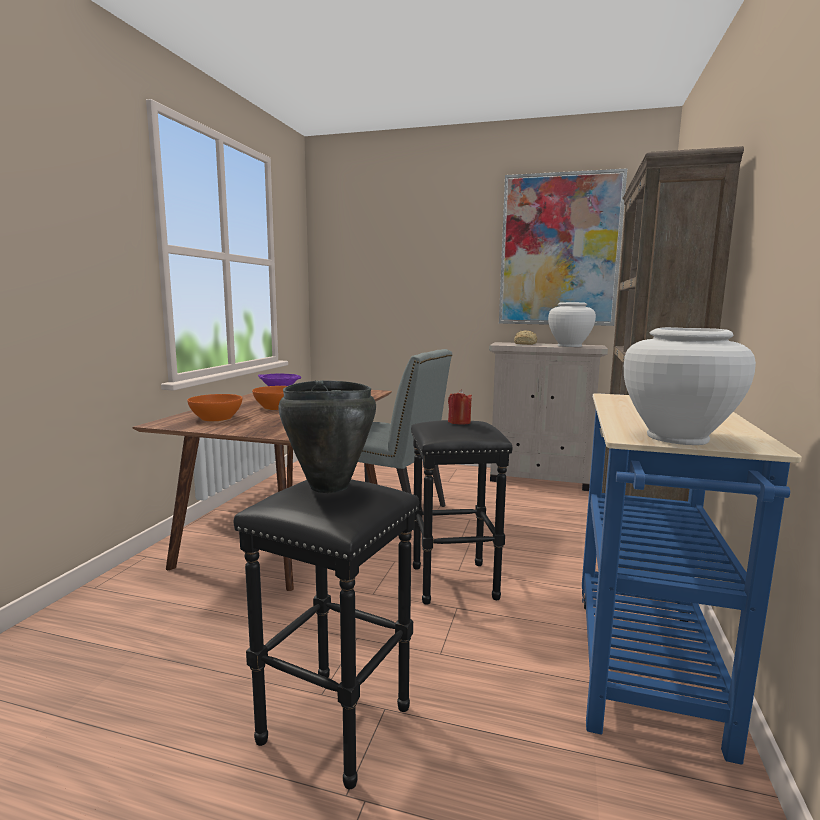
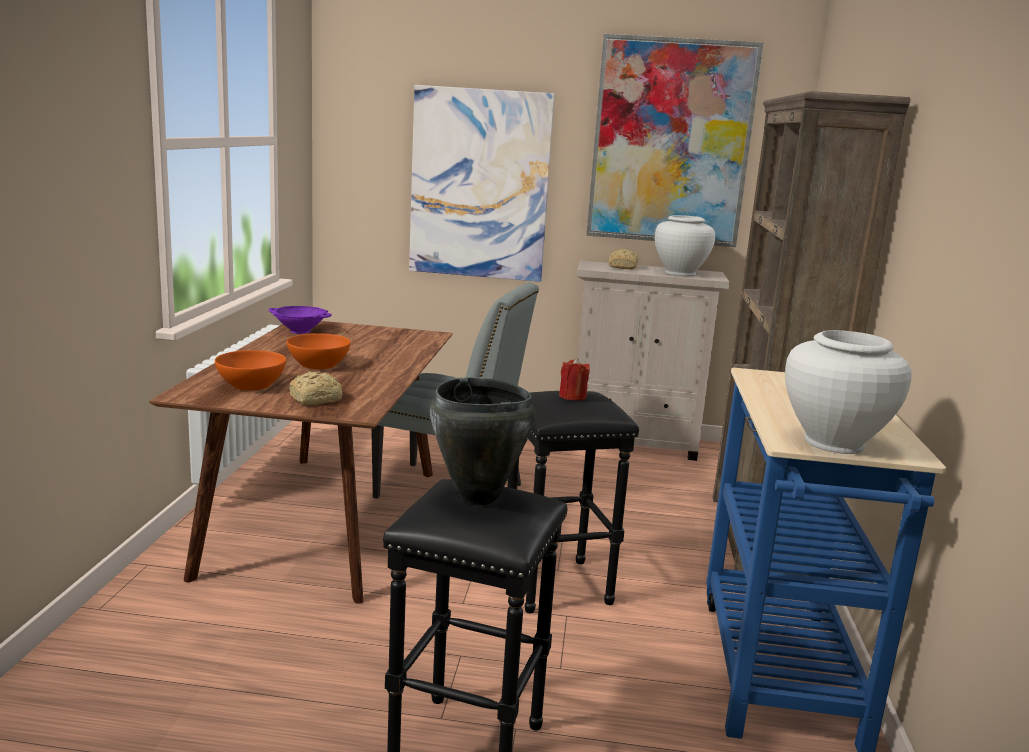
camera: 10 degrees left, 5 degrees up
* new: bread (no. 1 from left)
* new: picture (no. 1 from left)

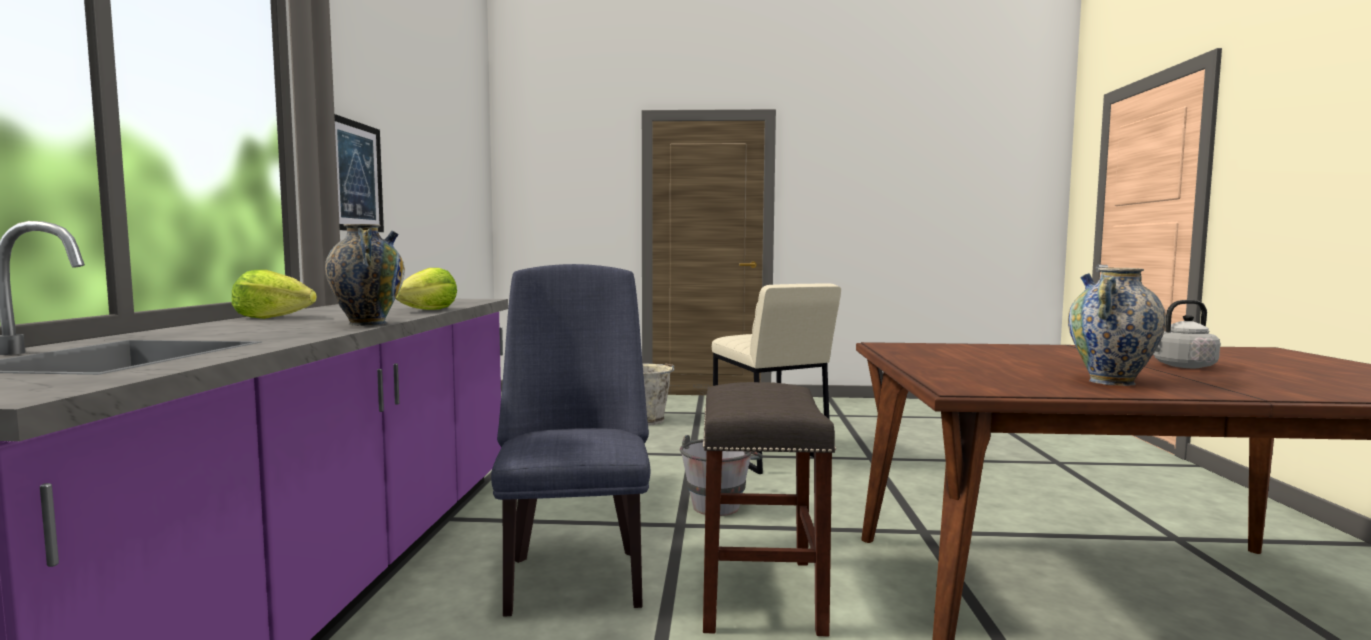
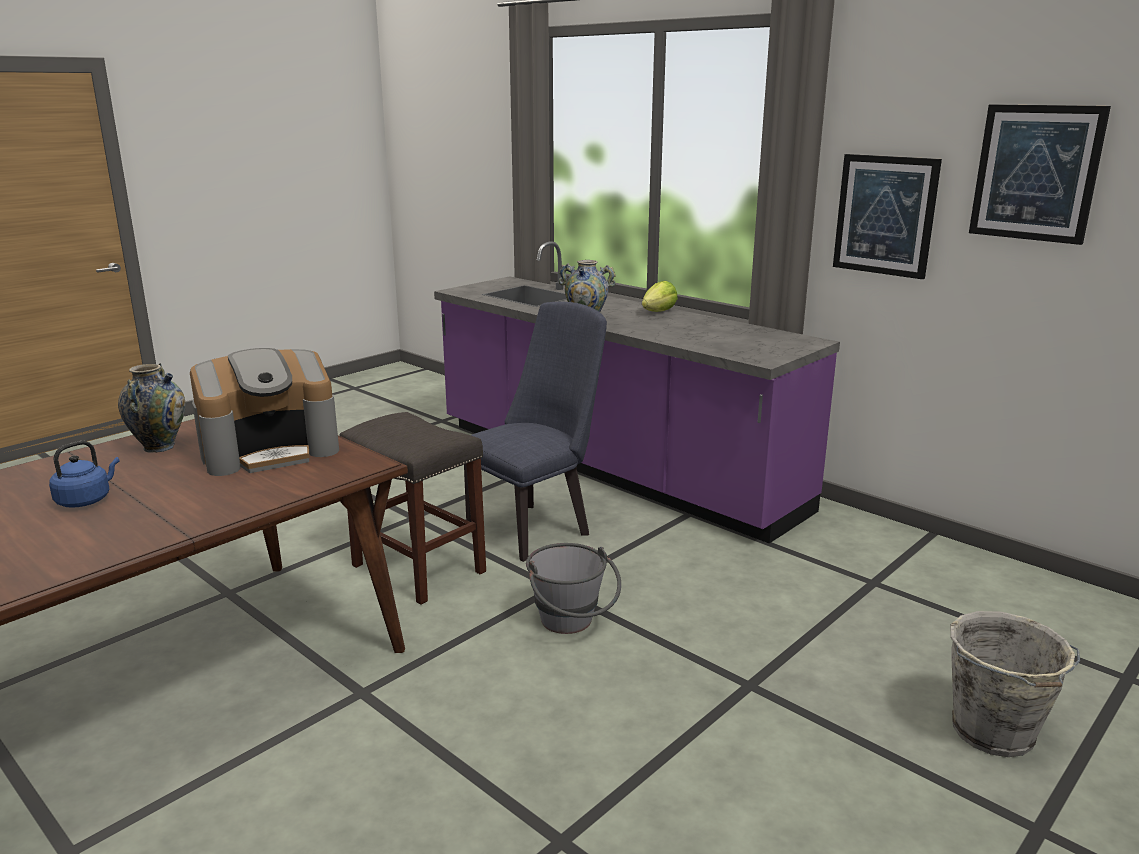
camera: 130 degrees right, 15 degrees up
* gone: lettuce head (no. 2 from left)
* gone: plain chair (beige-coloured)
* new: coffee brewer
* new: picture (no. 2 from left)
* repainted: kettle (grey) to kettle (bluish)
* rotated: plain chair (bluish) 75 degrees counterclockwise

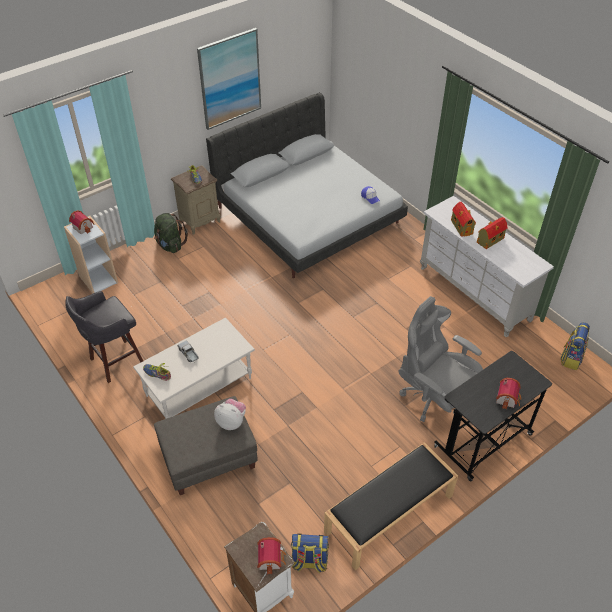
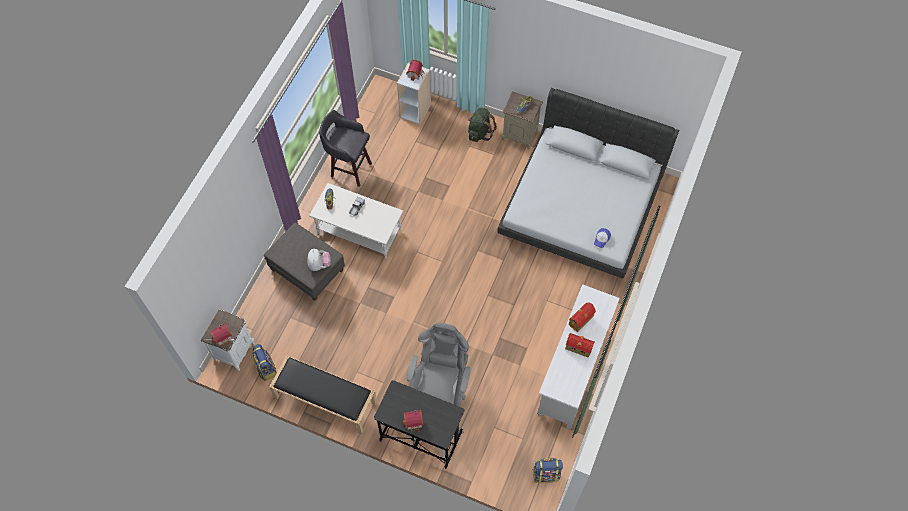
camera: 60 degrees right, 15 degrees up
* gone: picture

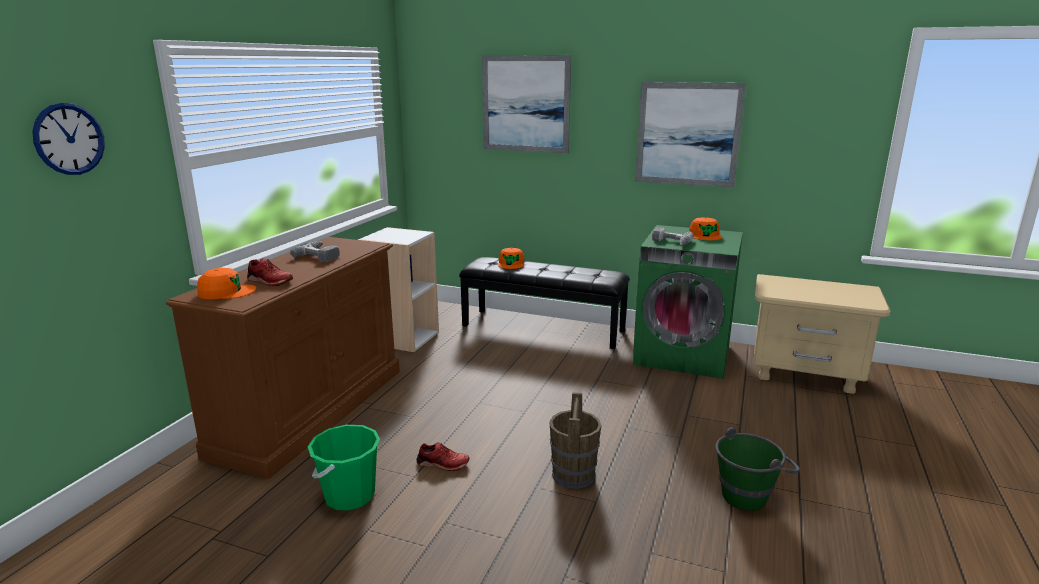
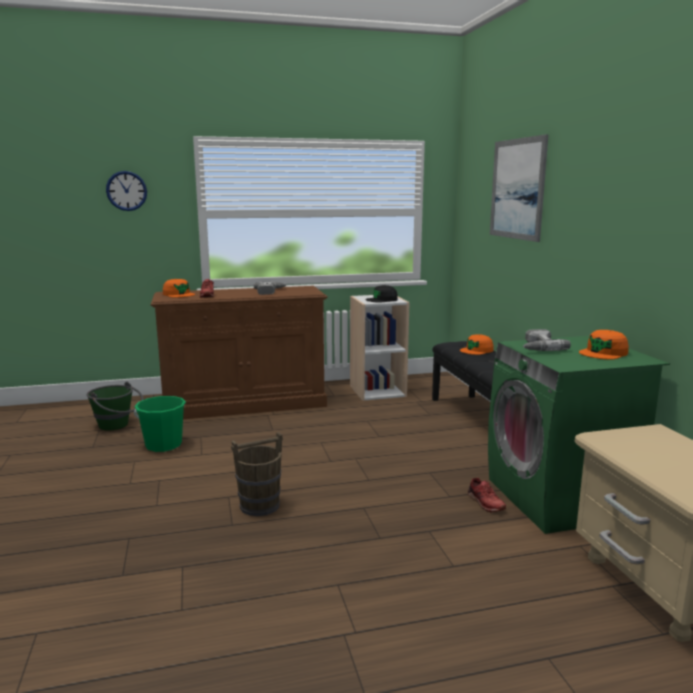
camera: 55 degrees right, 5 degrees down
* gone: picture (no. 2 from left)
* new: cap (blackish)
* shifted: item of footwear (reddish) (no. 2 from left)
* shifted: bucket (green-coloured) (no. 2 from left in the first image) to bucket (green-coloured) (no. 1 from left)

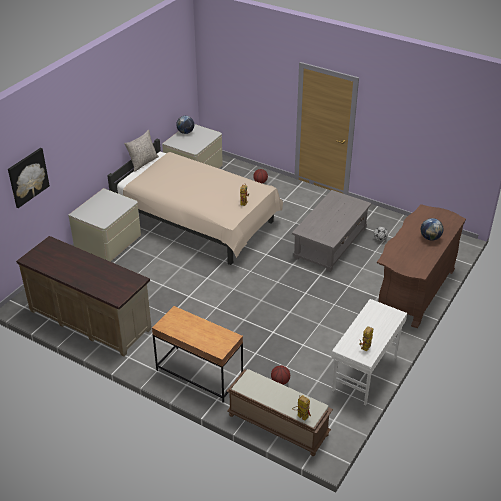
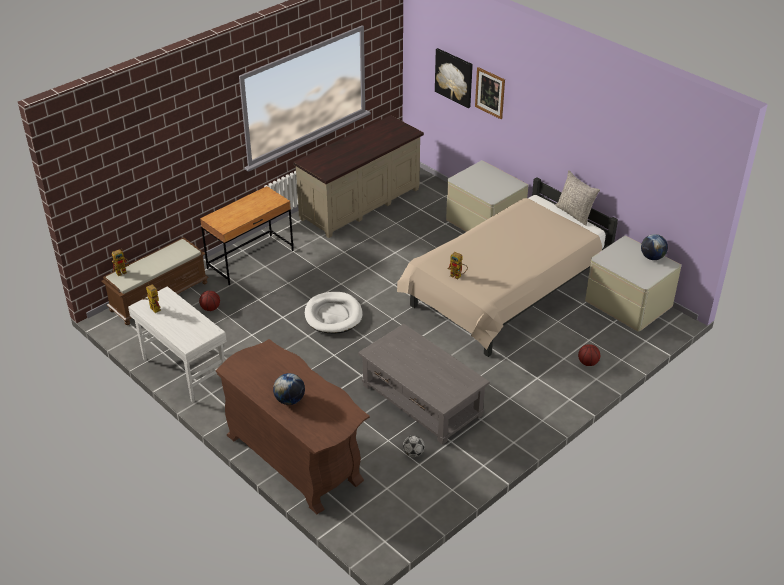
camera: 105 degrees right, 0 degrees up
* new: dog bed (whitish)
* new: picture (no. 2 from left)

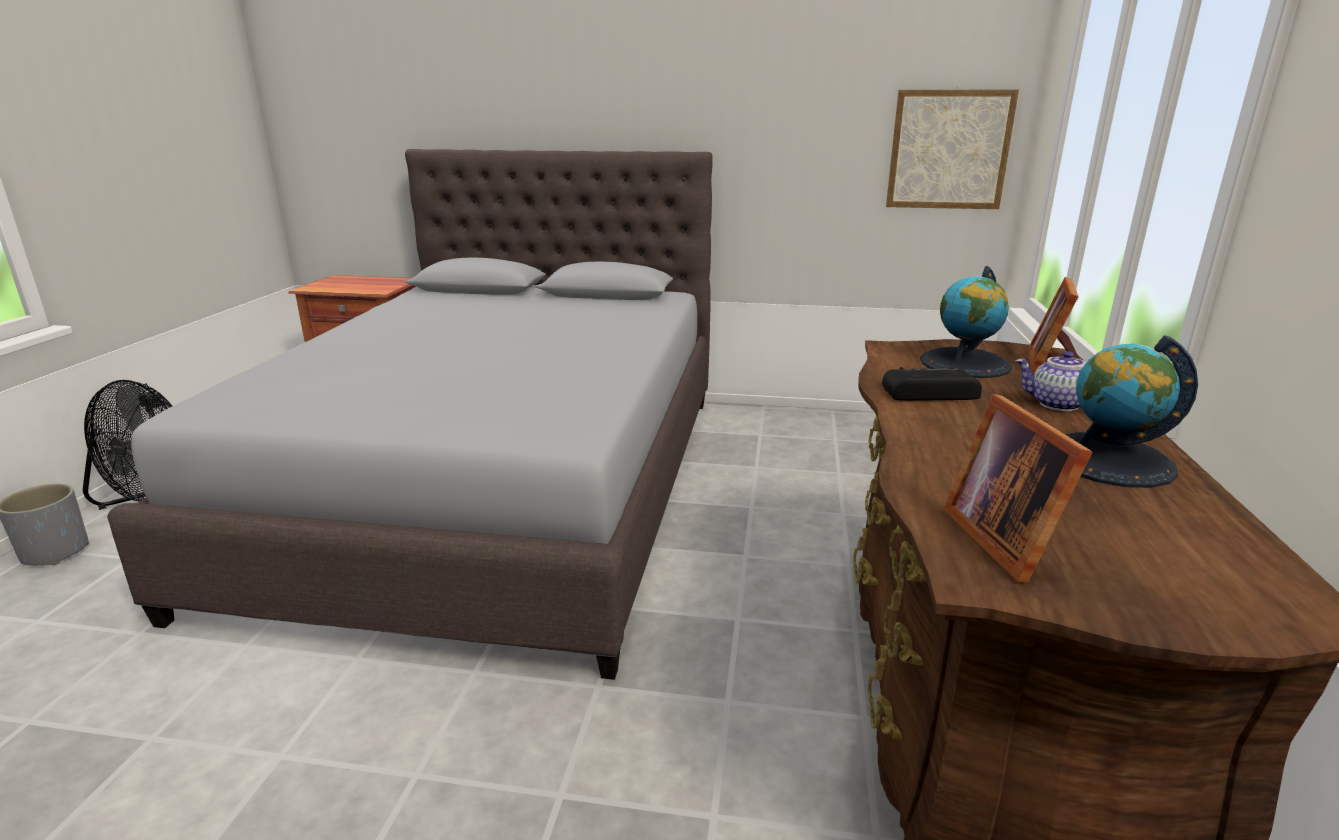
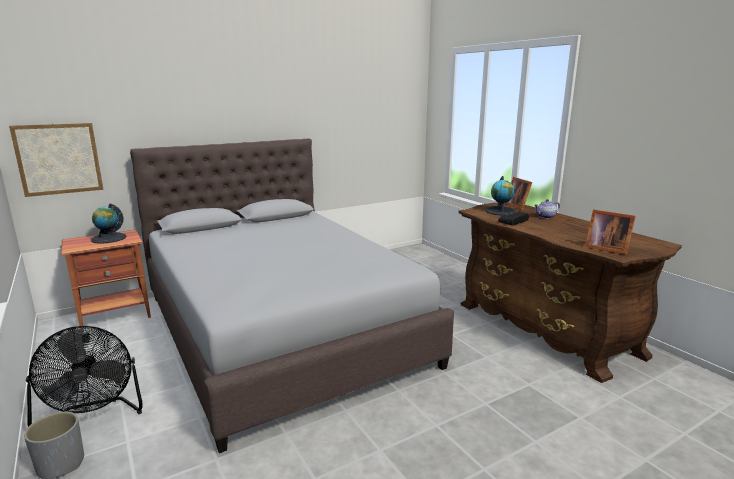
camera: 40 degrees left, 5 degrees down
* shifted: picture
* shifted: world globe (no. 2 from left in the first image) to world globe (no. 1 from left)

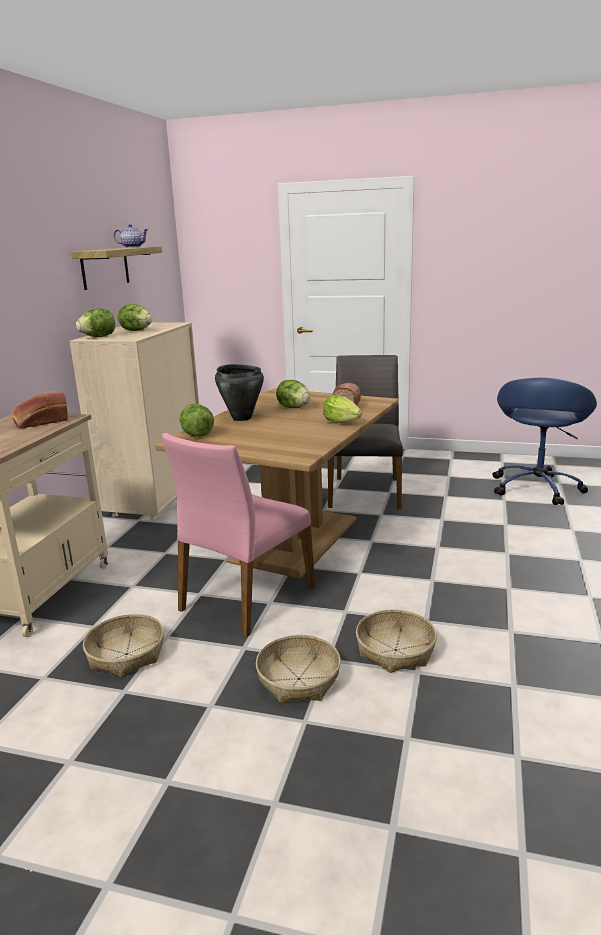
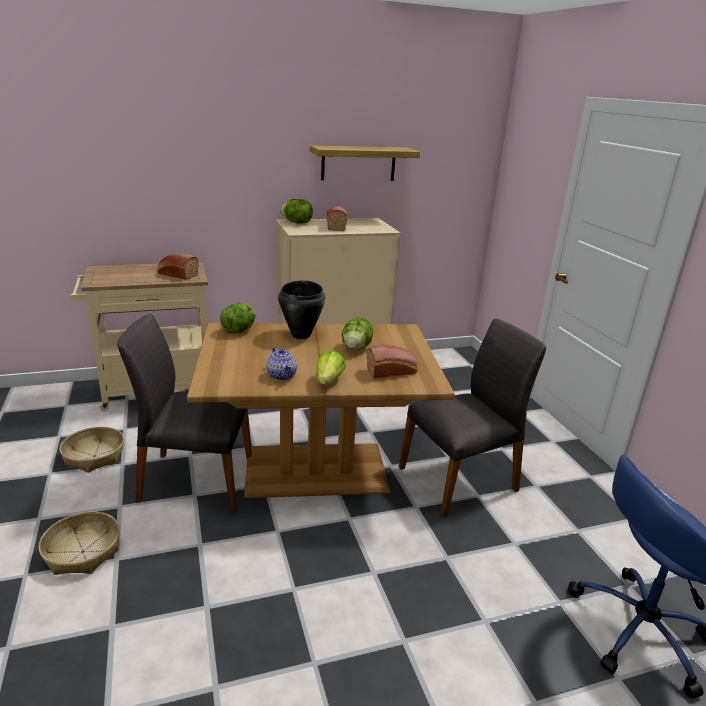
camera: 55 degrees right, 5 degrees up
* gone: basket (no. 3 from left)
* shifted: pot for tea
* swapped: lettuce head (no. 2 from left) to bread (no. 2 from left)
* repainted: plain chair (pink-coloured) to plain chair (grey) (no. 1 from left)

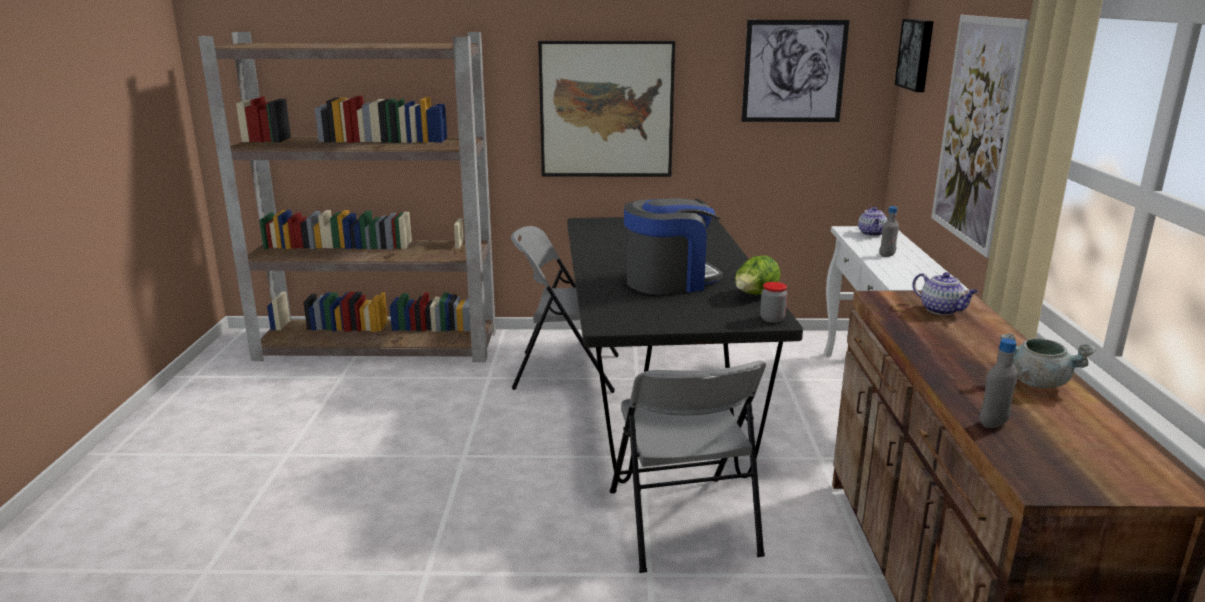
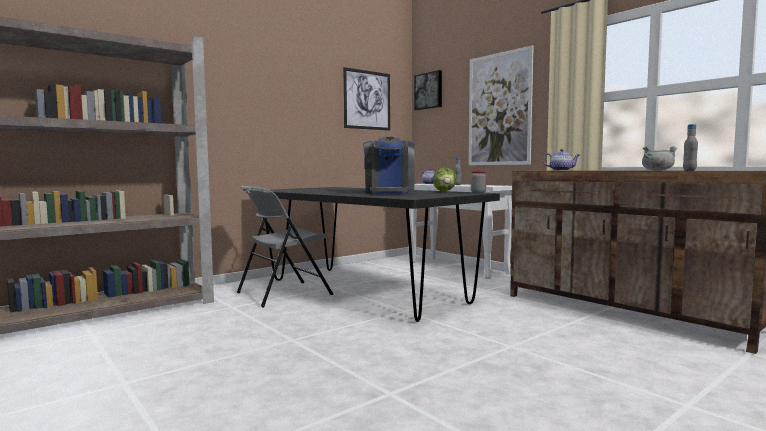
camera: 40 degrees left, 15 degrees down
* gone: picture (no. 1 from left)
* gone: plain chair (grey) (no. 2 from left)
* rotated: coffee brewer 150 degrees clockwise

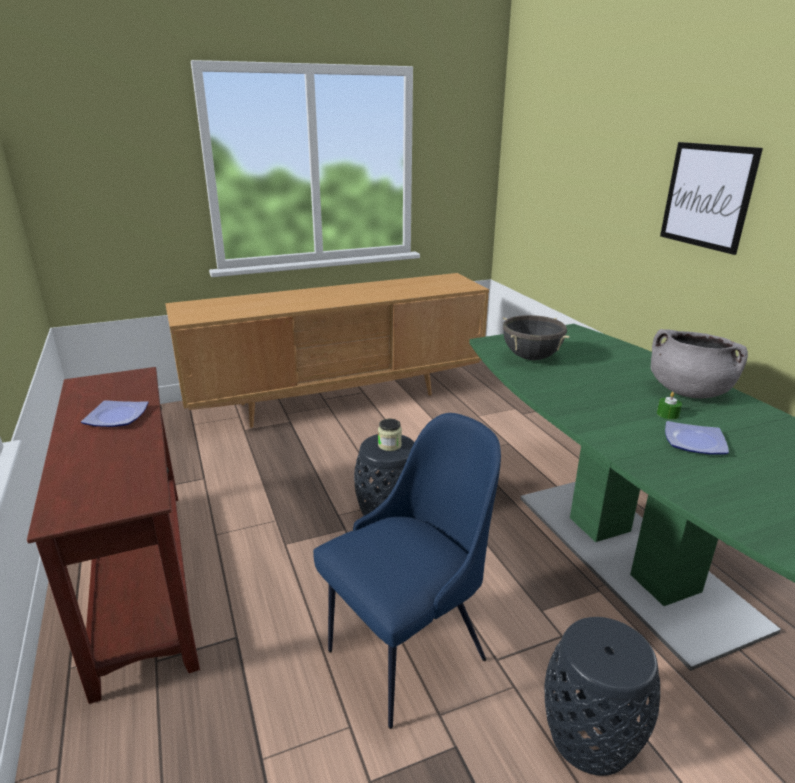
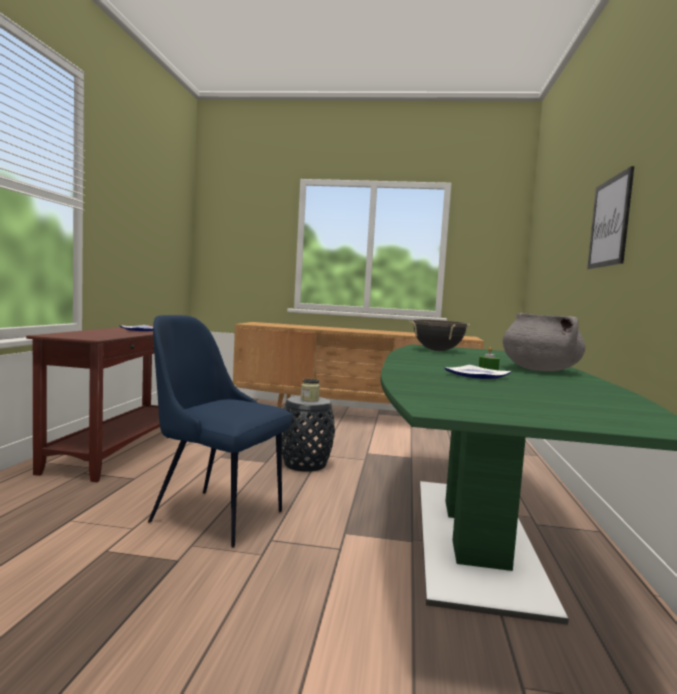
camera: 30 degrees right, 20 degrees down
* gone: sitting stool (blackish) (no. 2 from left)
* rotated: plain chair (bluish) 150 degrees counterclockwise

